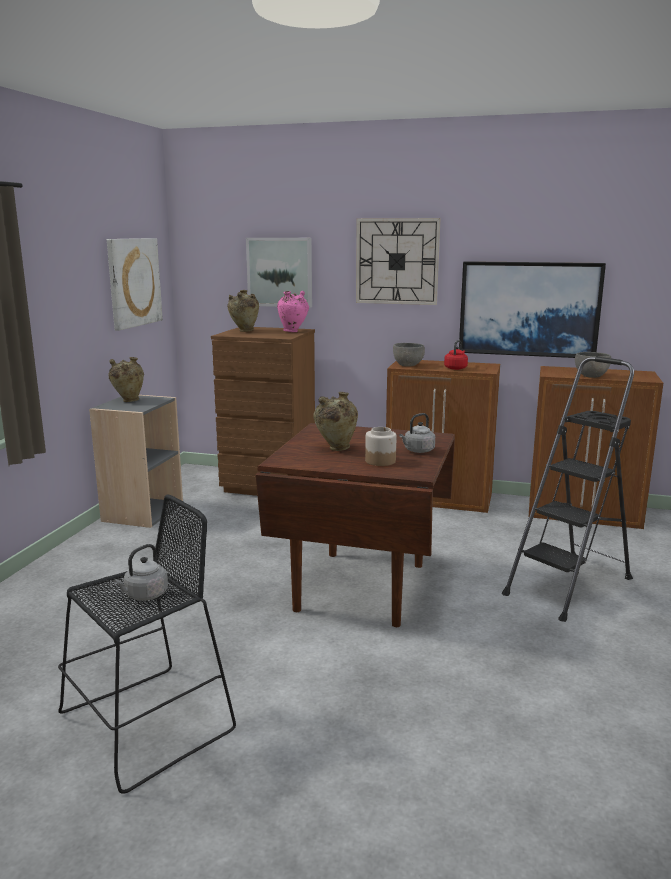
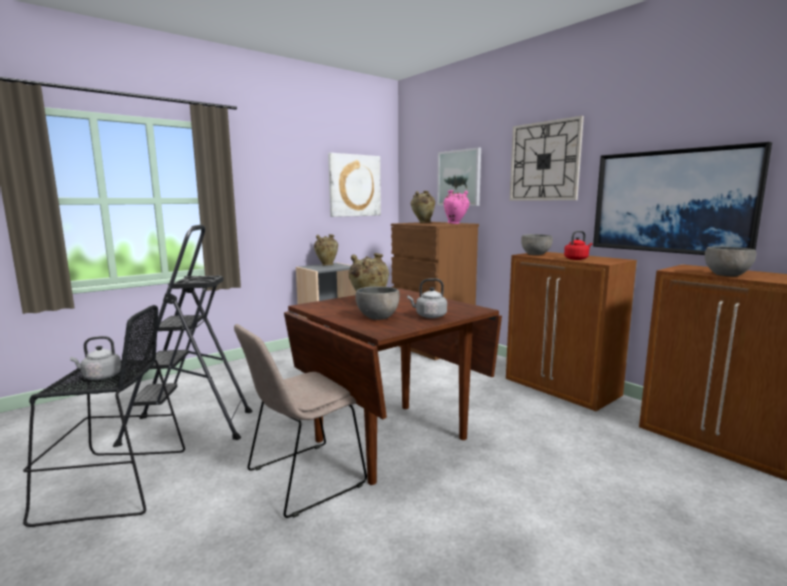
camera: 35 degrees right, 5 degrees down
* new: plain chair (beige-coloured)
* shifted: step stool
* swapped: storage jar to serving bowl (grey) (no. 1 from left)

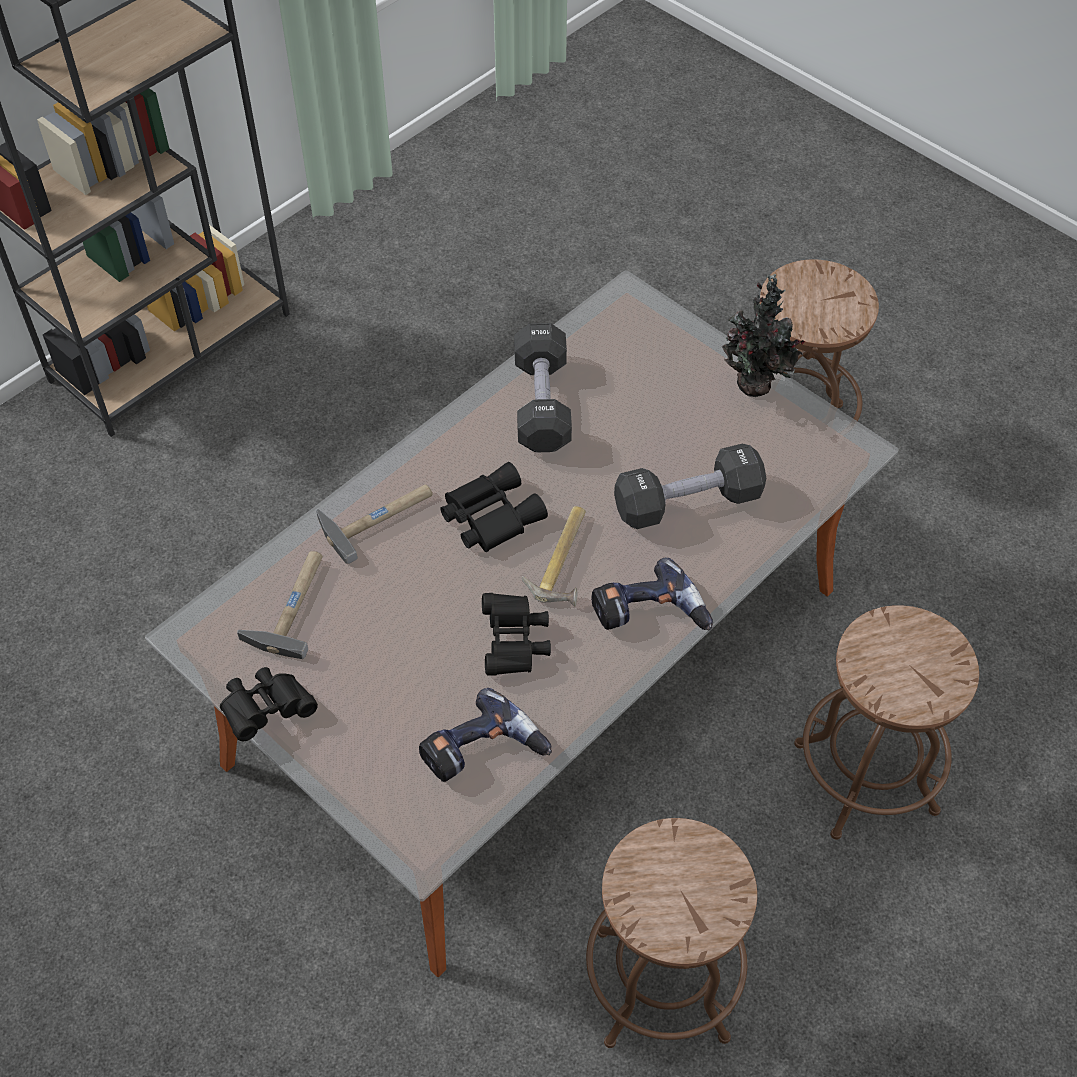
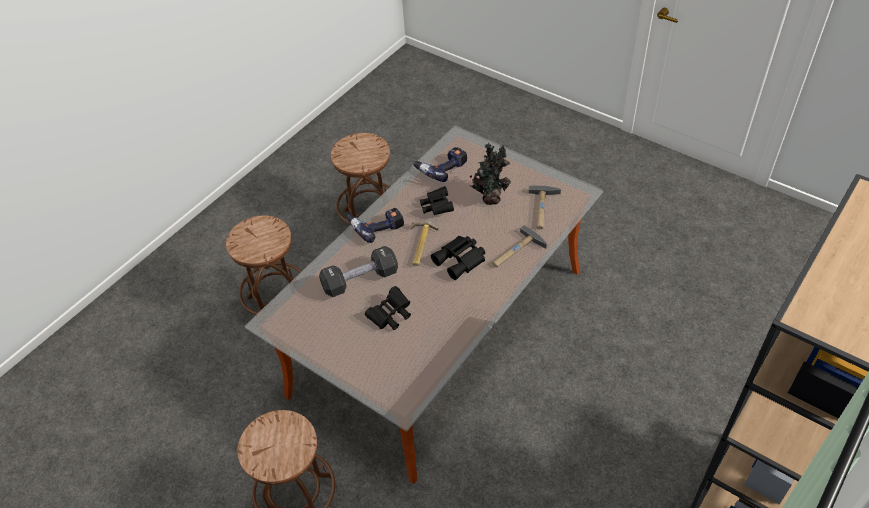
camera: 175 degrees right, 5 degrees down
* gone: dumbbell (blackish) (no. 1 from left)
* shifted: field glasses (blackish) (no. 1 from left)
* shifted: plant in a pot

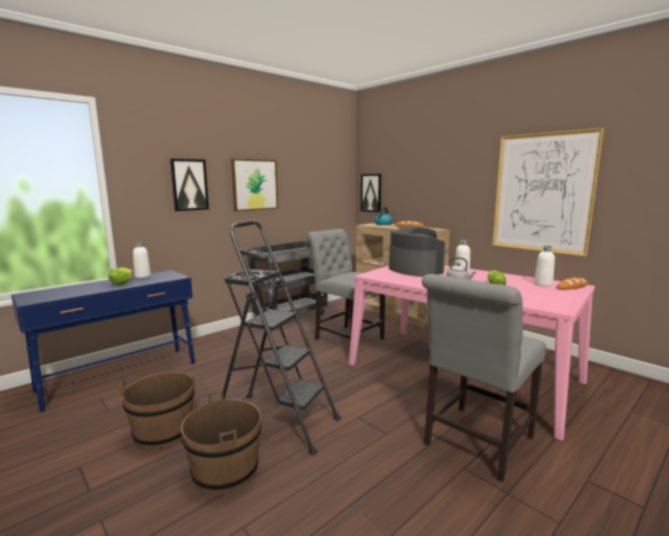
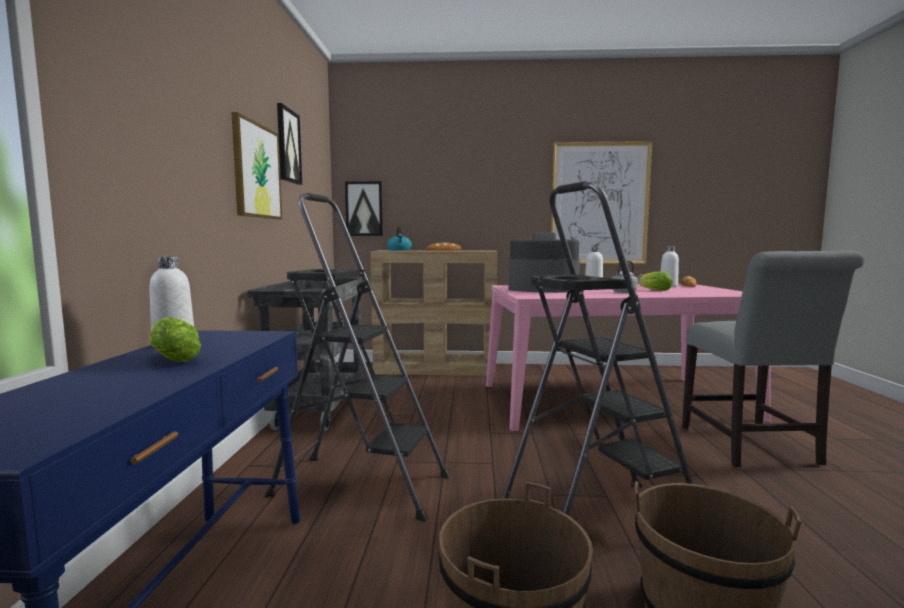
camera: 45 degrees left, 5 degrees down
* gone: plain chair (grey) (no. 1 from left)
* new: step stool (no. 1 from left)
* shifted: picture (no. 1 from left in the first image) to picture (no. 2 from left)

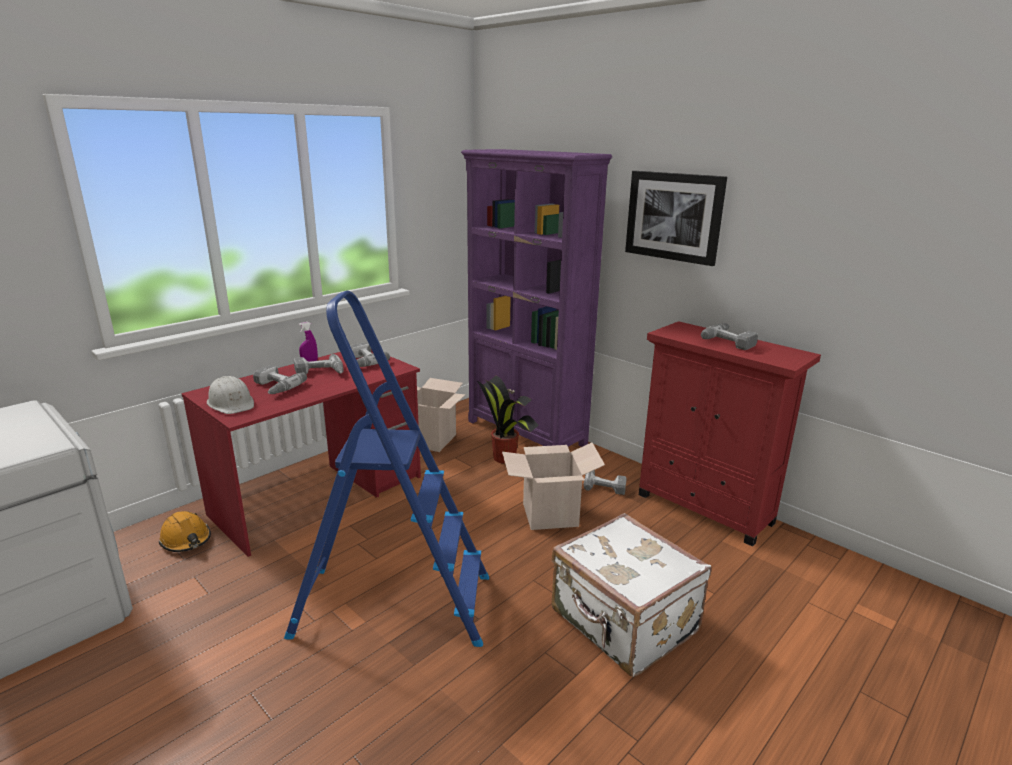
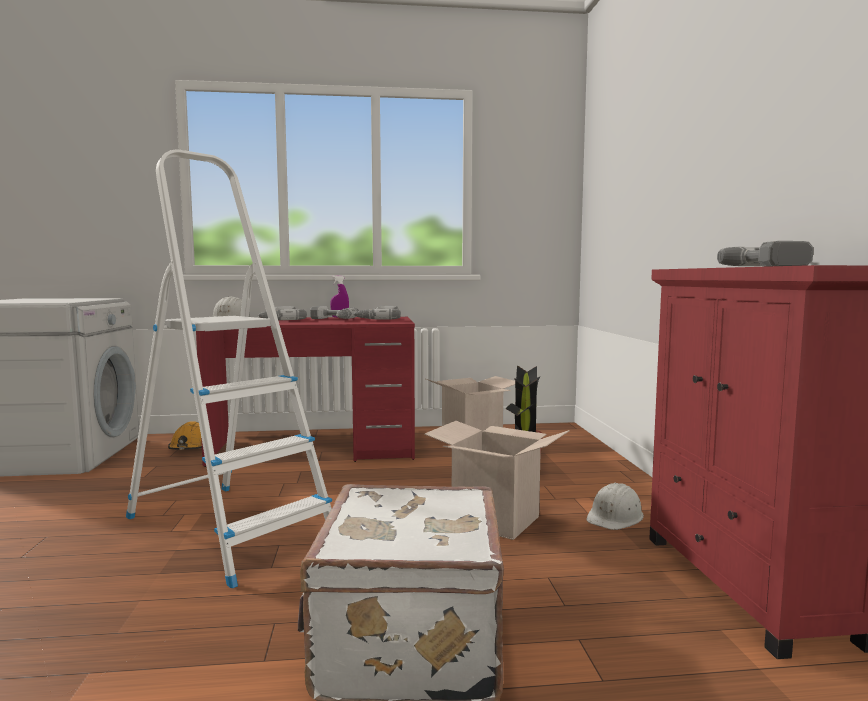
camera: 40 degrees right, 15 degrees down
* gone: shelving unit (purple-coloured)
* gone: picture
* swapped: drill (no. 4 from left) to safety helmet (whitish) (no. 2 from left)
* repainted: step stool (bluish) to step stool (whitish)

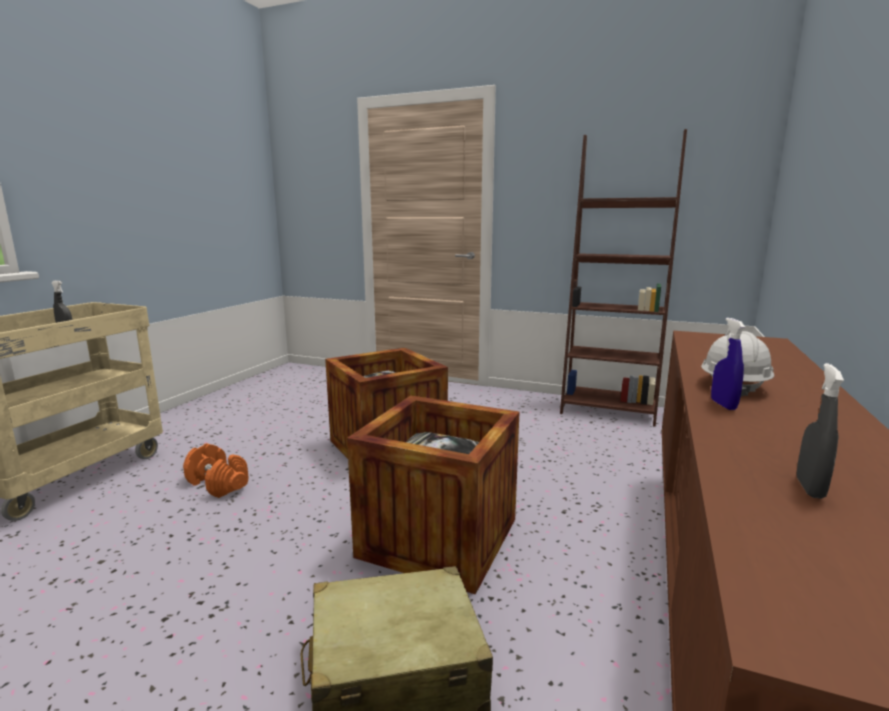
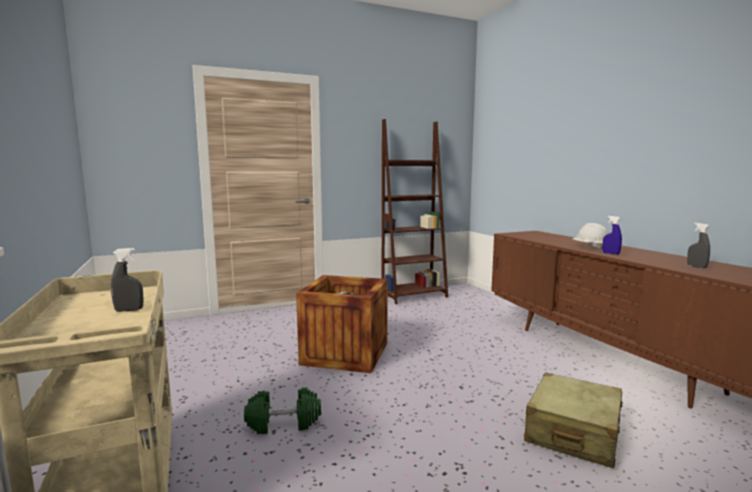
camera: 45 degrees left, 5 degrees down
* gone: shipping crate (no. 2 from left)
* repainted: dumbbell (orange) to dumbbell (green-coloured)

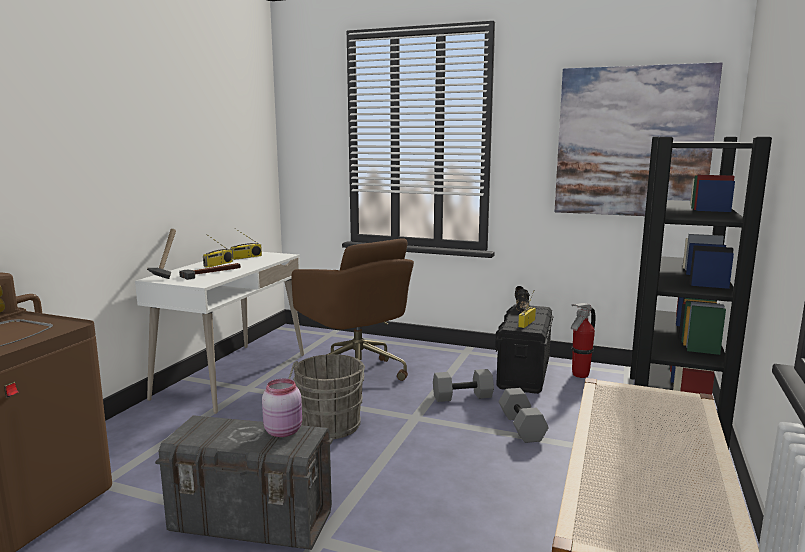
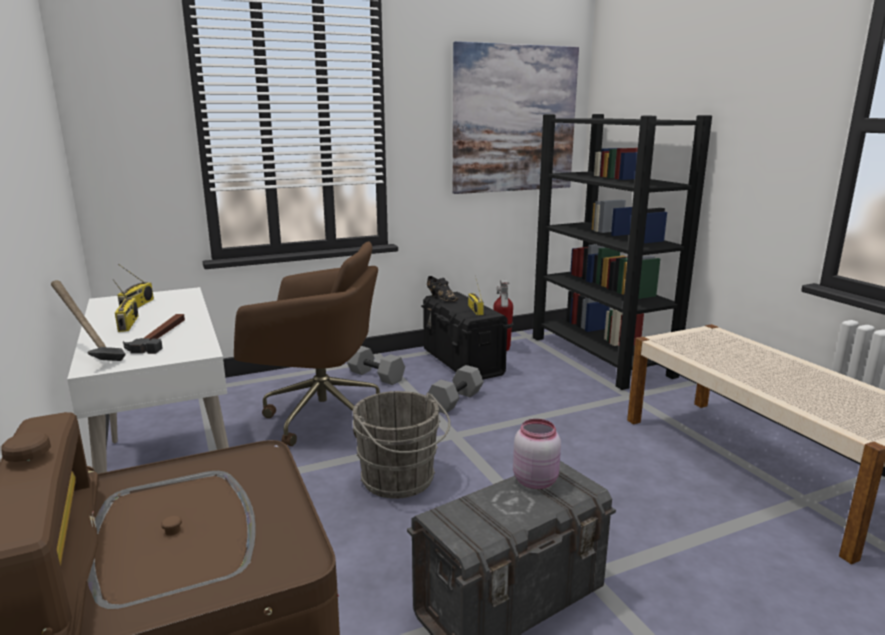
camera: 45 degrees left, 5 degrees up
* shifted: dumbbell (grey) (no. 2 from left in the first image) to dumbbell (grey) (no. 1 from left)

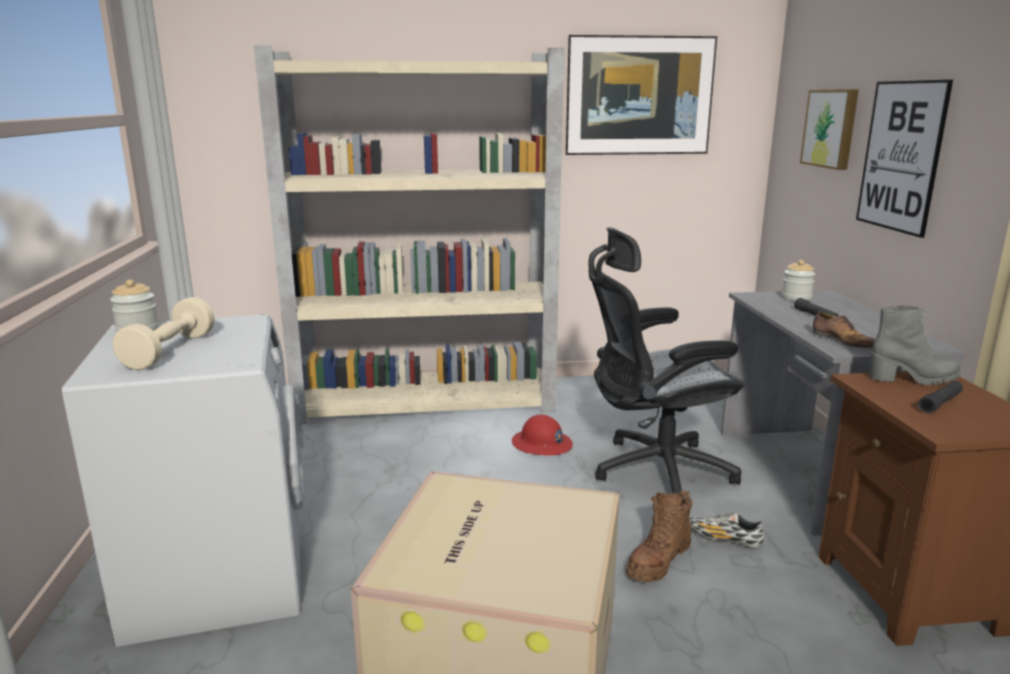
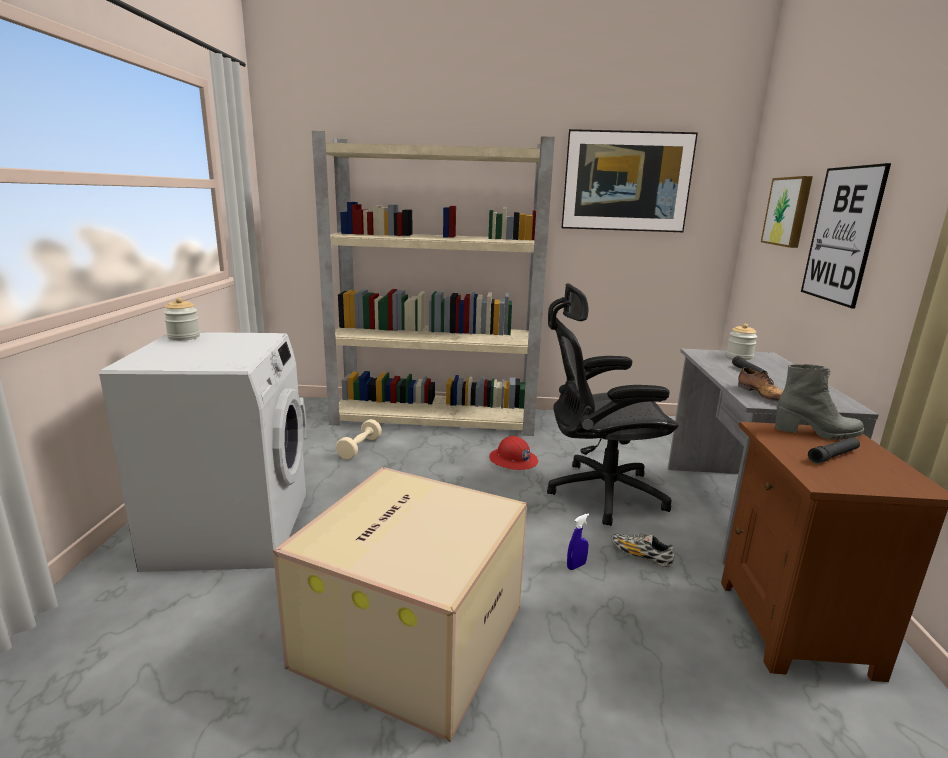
camera: 10 degrees right, 0 degrees up
* shifted: dumbbell (beige-coloured)
* swapped: tall boot (brownish) to hand sprayer (bluish)

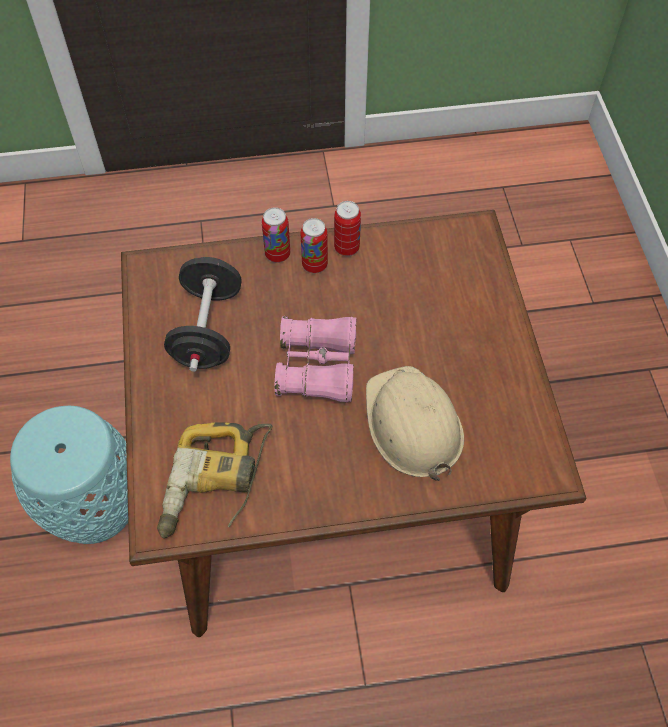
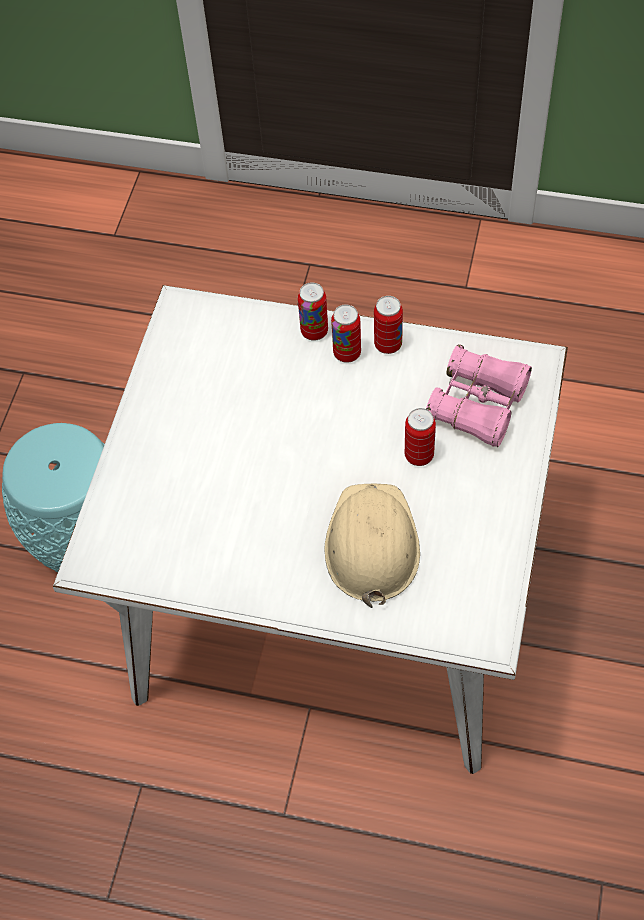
camera: 25 degrees right, 0 degrees up
* gone: drill
* gone: dumbbell (blackish)
* new: can (no. 4 from left)
* shifted: field glasses (pink-coloured)
* repainted: kitchen table (brownish) to kitchen table (whitish)

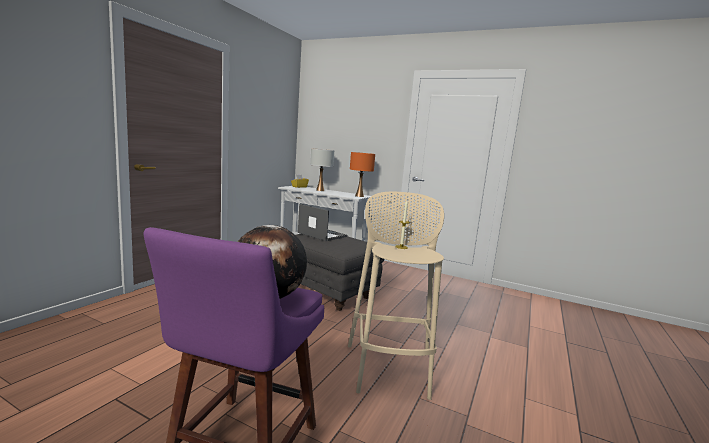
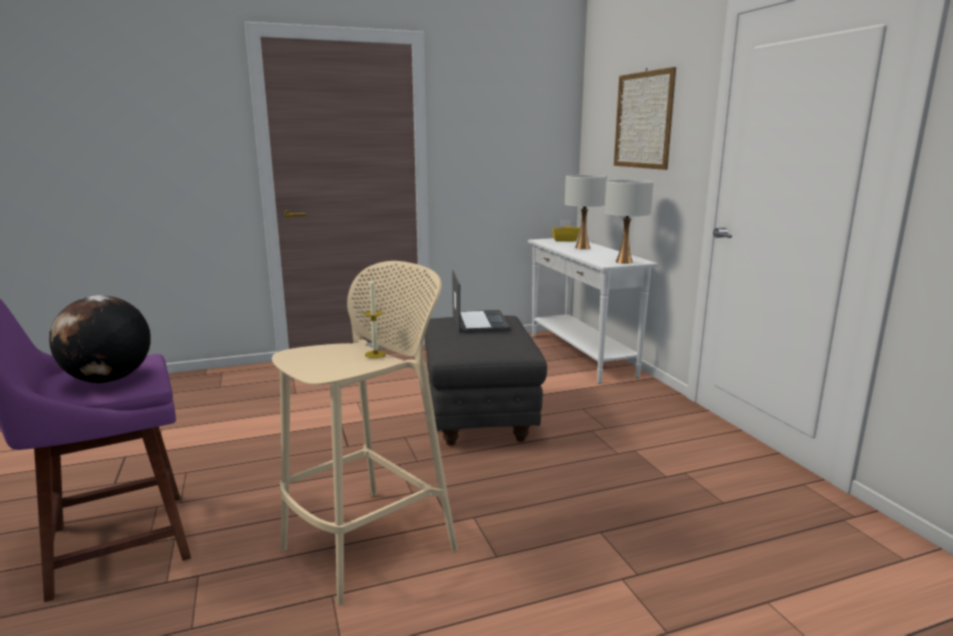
camera: 45 degrees right, 5 degrees up
* new: picture
* repainted: tabletop lamp (orange) to tabletop lamp (whitish) (no. 2 from left)

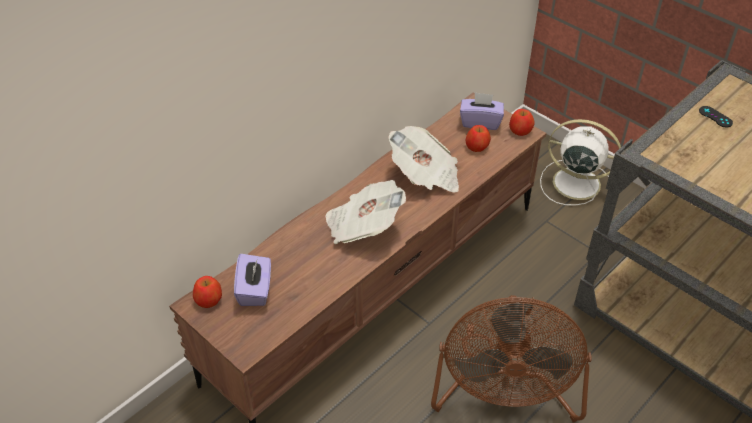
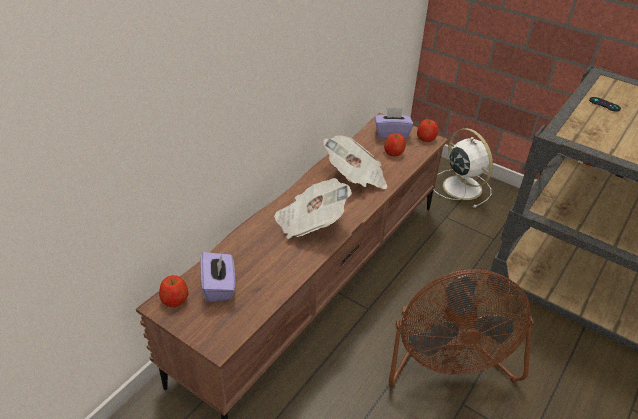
camera: 10 degrees left, 5 degrees down
* rotated: electric fan (whitish) 45 degrees clockwise

